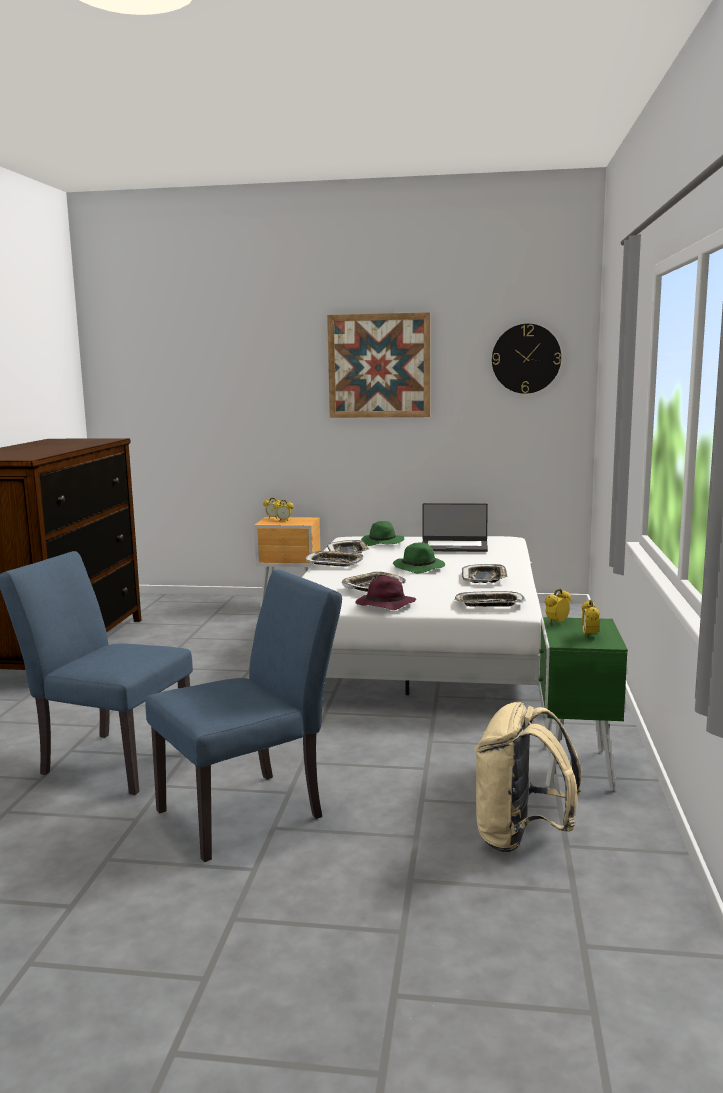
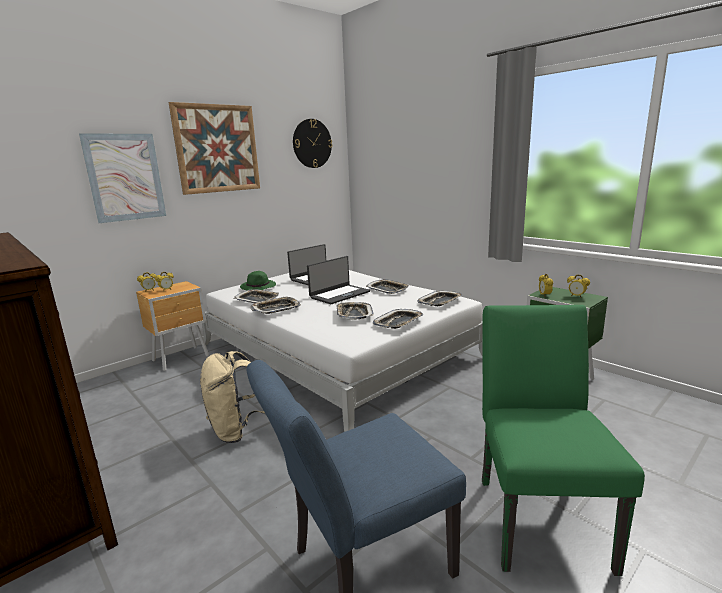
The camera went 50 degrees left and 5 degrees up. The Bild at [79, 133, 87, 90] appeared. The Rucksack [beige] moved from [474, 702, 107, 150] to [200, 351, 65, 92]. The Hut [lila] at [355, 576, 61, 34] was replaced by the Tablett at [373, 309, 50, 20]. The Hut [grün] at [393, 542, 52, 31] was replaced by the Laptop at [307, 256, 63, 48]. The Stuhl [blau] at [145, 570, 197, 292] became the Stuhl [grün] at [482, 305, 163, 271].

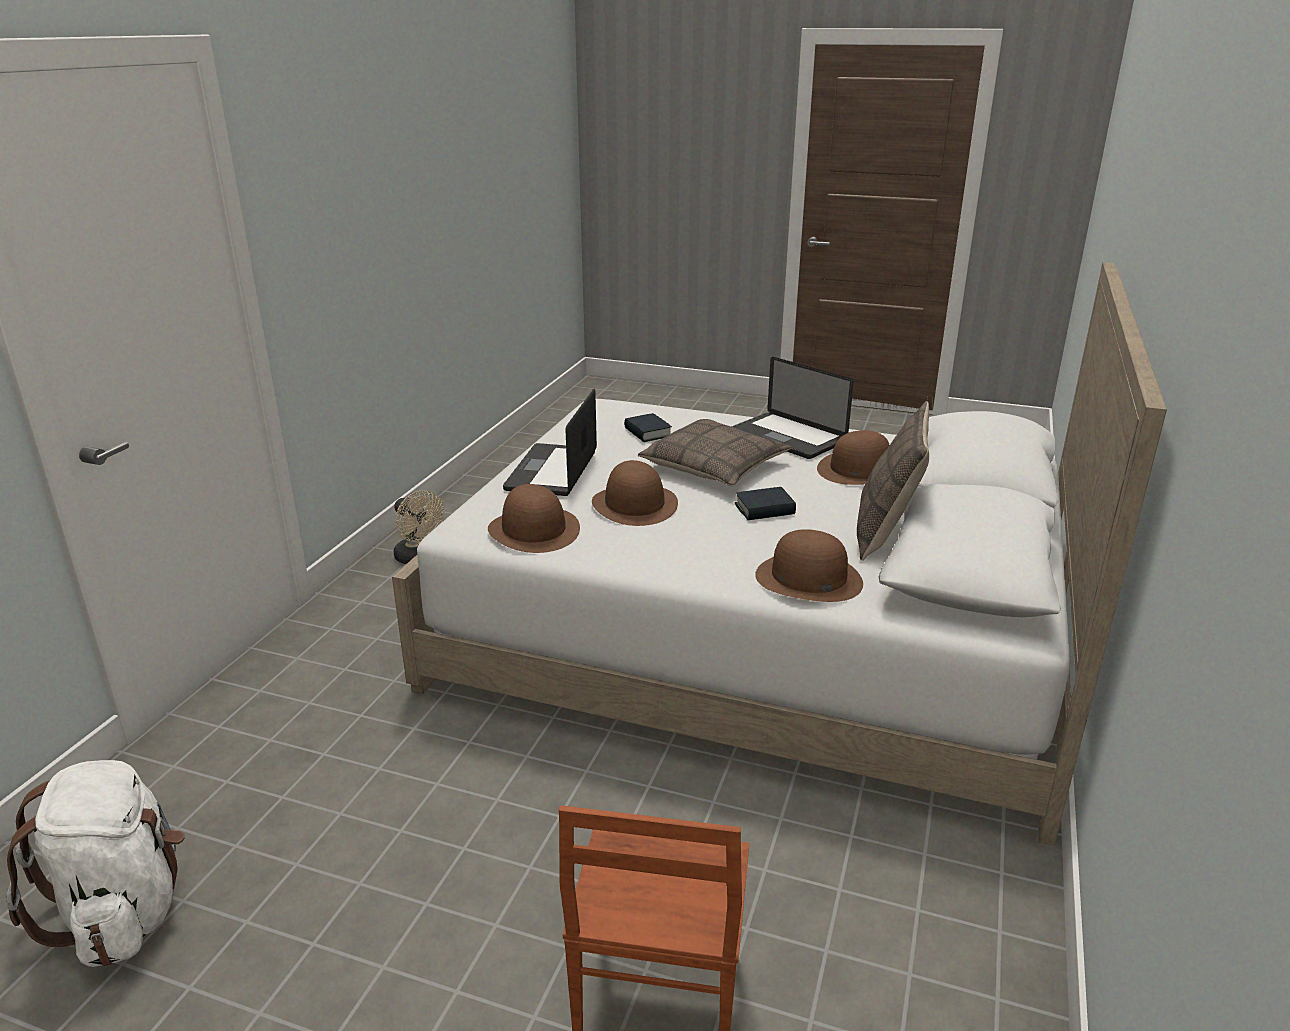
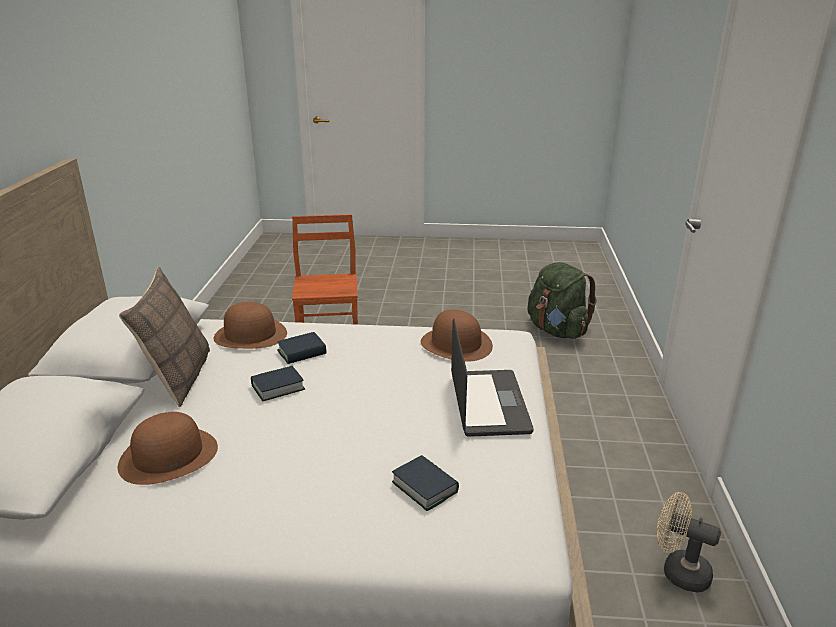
The camera went 165 degrees right and 0 degrees up. The Hut [braun] at [592, 460, 86, 66] disappeared. The Kissen at [638, 419, 153, 67] disappeared. The Laptop at [732, 357, 122, 102] disappeared. The Buch at [277, 332, 49, 32] appeared. The Rucksack [weiß] at [7, 760, 178, 207] became the Rucksack [grün] at [527, 262, 70, 77].

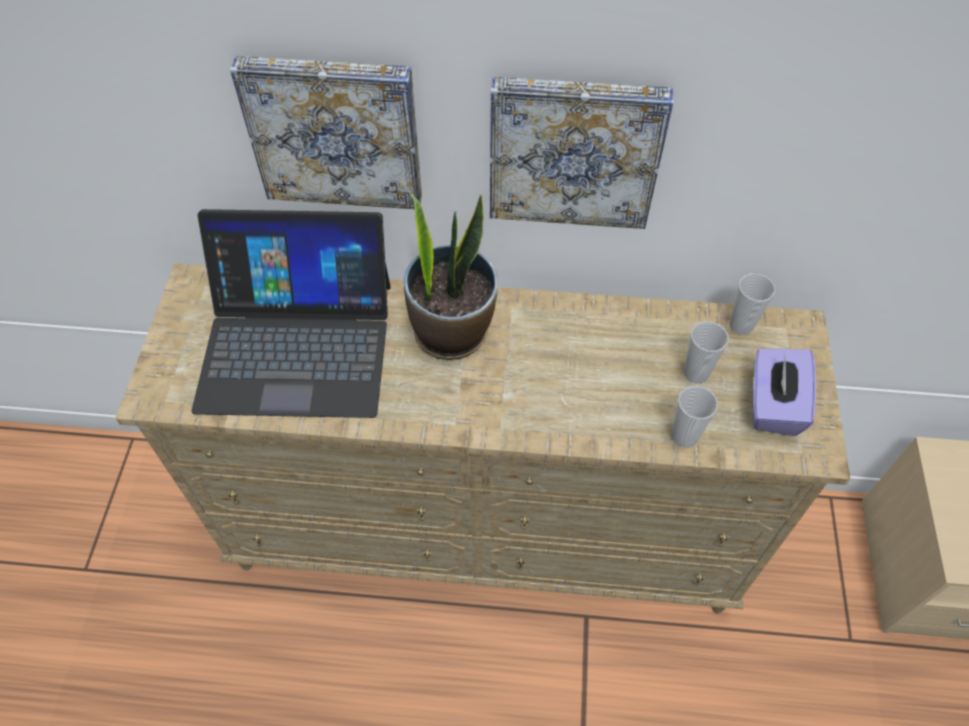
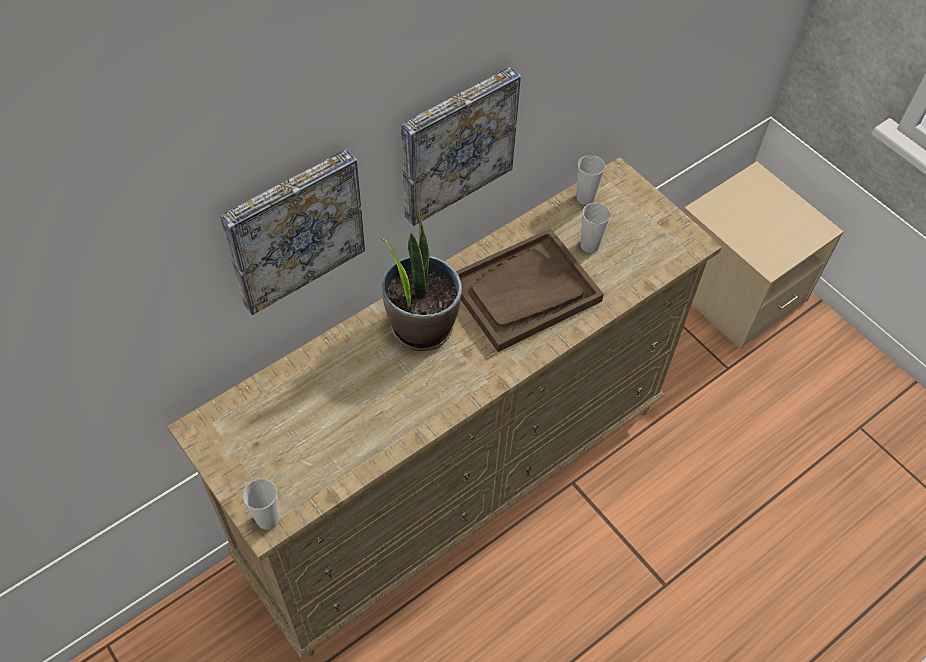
The camera went 45 degrees left and 0 degrees up. The Laptop at [192, 209, 199, 209] disappeared. The Taschentuchbox [lila] at [753, 349, 63, 87] disappeared. The Tablett [braun] at [456, 228, 148, 124] appeared. The Tasse moved from [671, 386, 47, 62] to [242, 479, 38, 51].

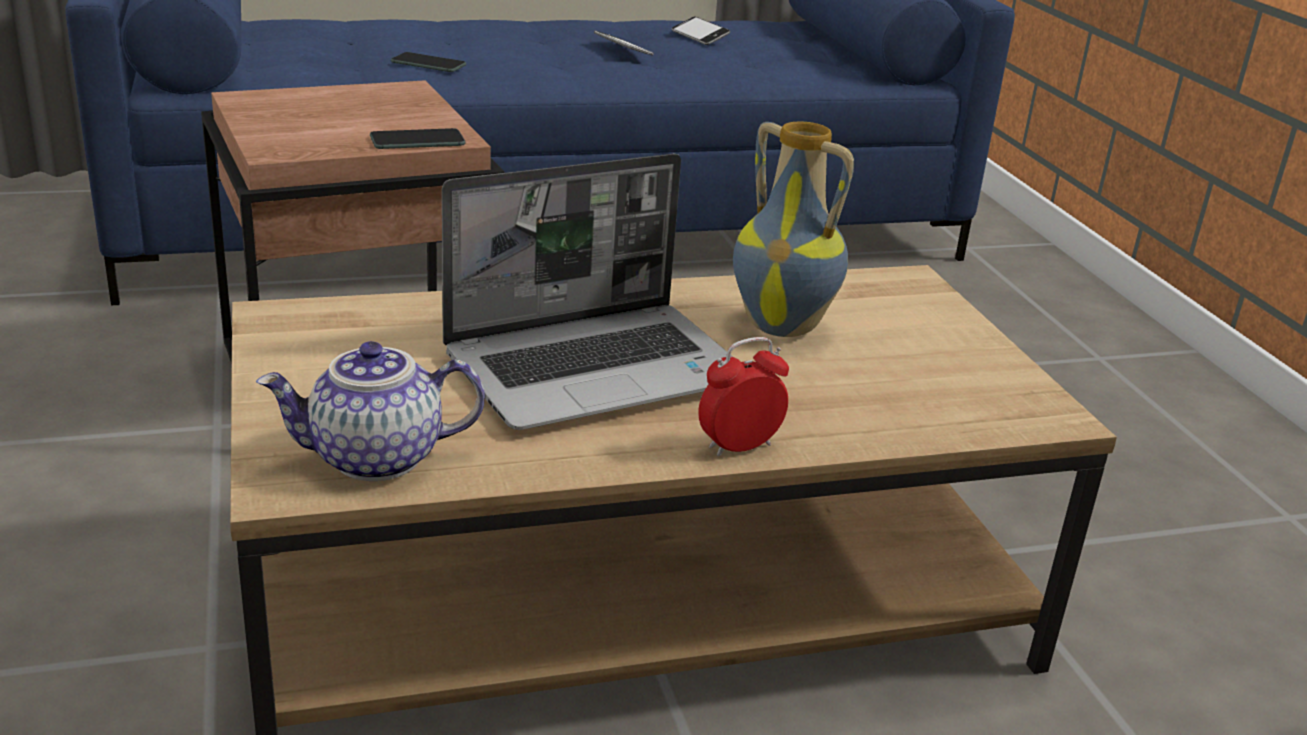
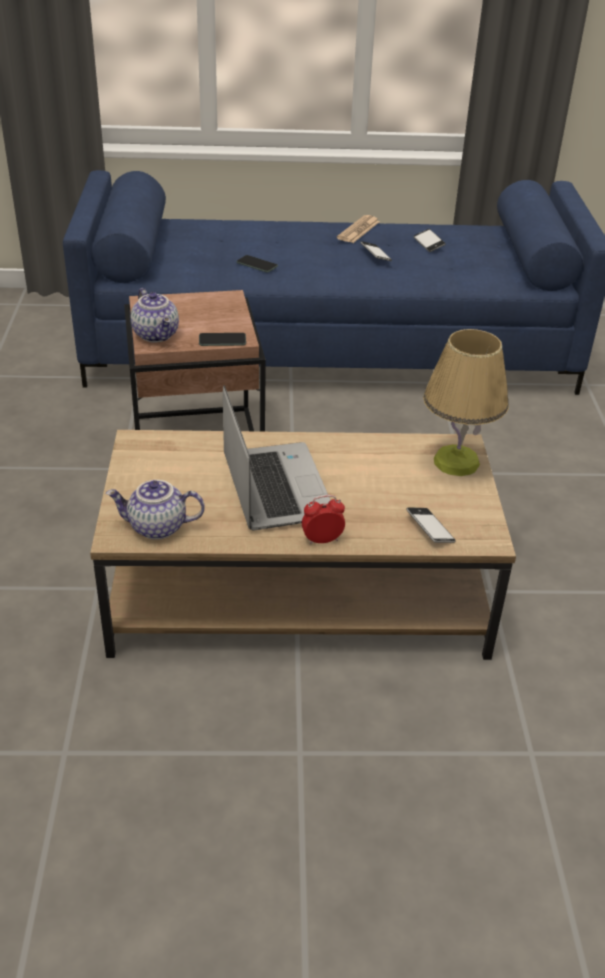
The camera went 15 degrees right and 10 degrees up. The Vase at [733, 121, 121, 216] disappeared. The Teekanne at [131, 288, 48, 55] appeared. The Zeitung at [337, 215, 43, 28] appeared. The Handy at [406, 507, 50, 36] appeared. The Tischlampe at [423, 329, 86, 147] appeared. The Laptop at [442, 154, 291, 276] turned 90 degrees counterclockwise.

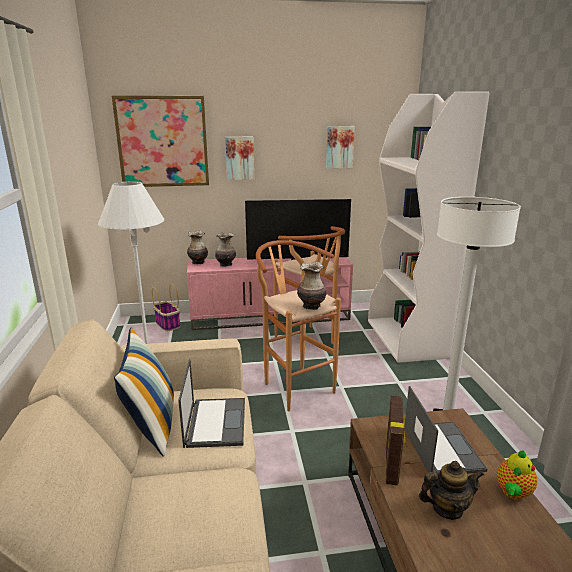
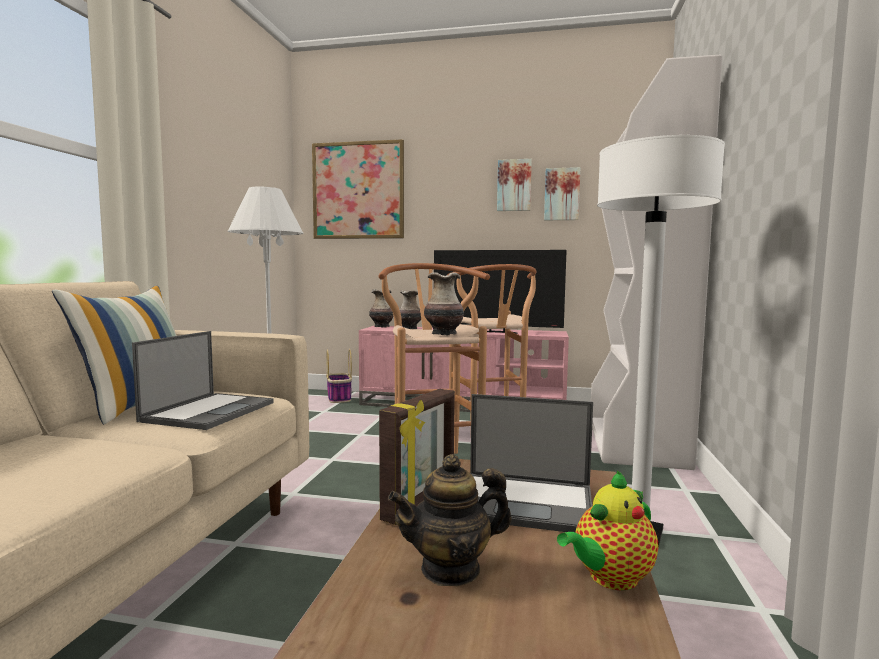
The camera went 20 degrees right and 15 degrees down. The Bild moved from [225, 137, 29, 43] to [497, 159, 35, 52]. The Laptop at [404, 386, 83, 89] turned 90 degrees clockwise. The Teekanne at [419, 461, 65, 59] turned 150 degrees clockwise.

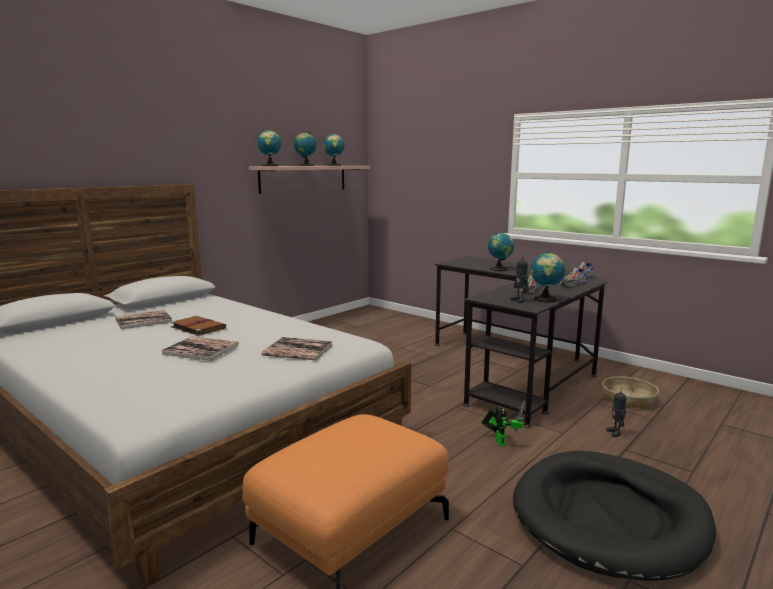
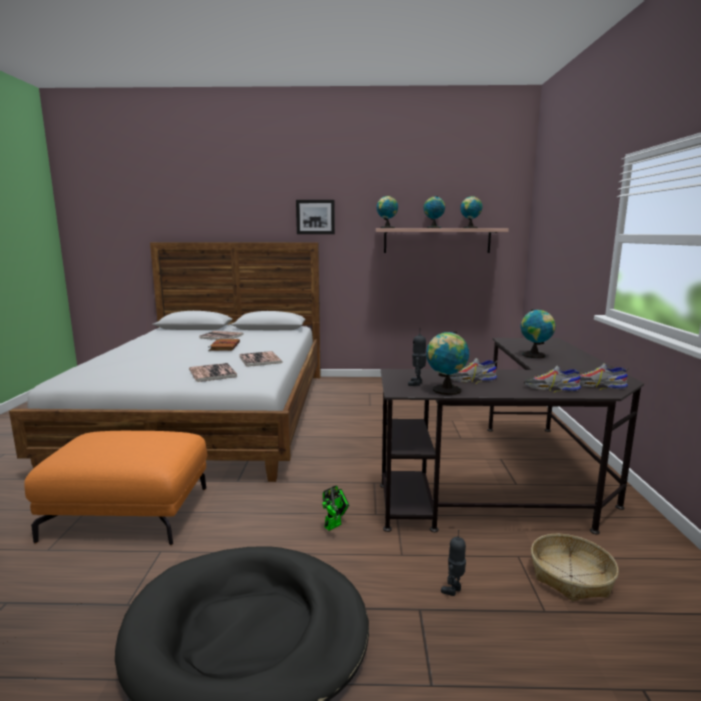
The camera went 50 degrees right and 0 degrees up. The Bild at [296, 200, 39, 34] appeared. The Buch moved from [161, 336, 78, 25] to [239, 351, 44, 16].

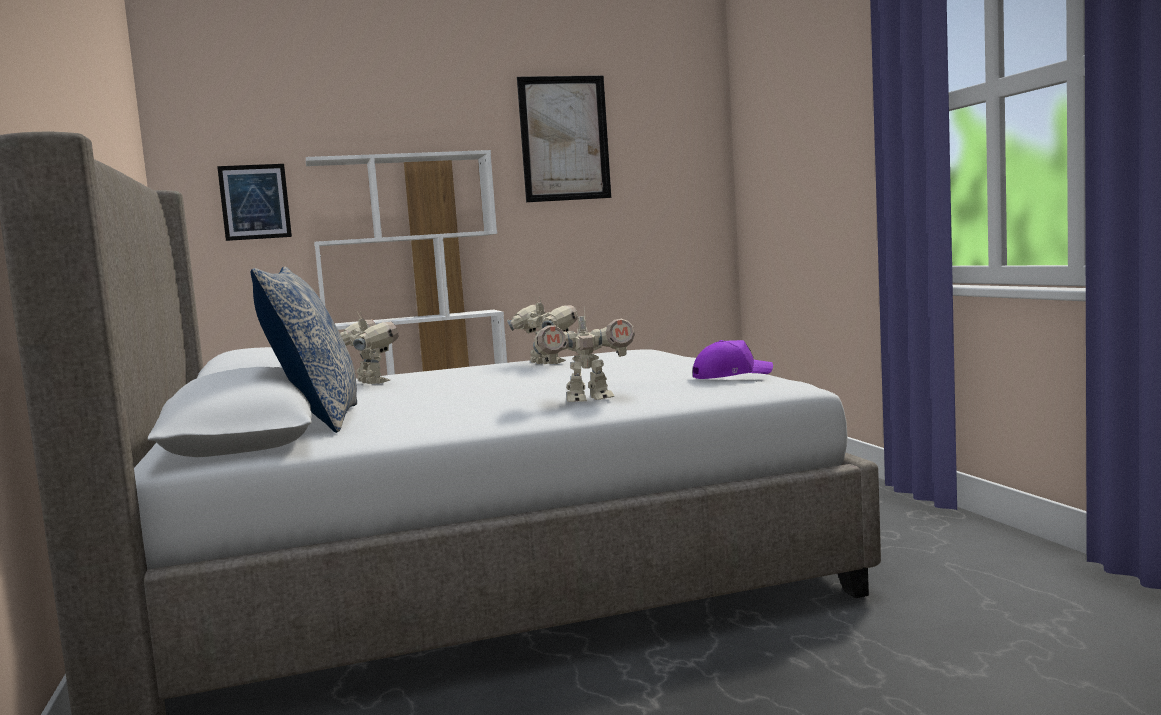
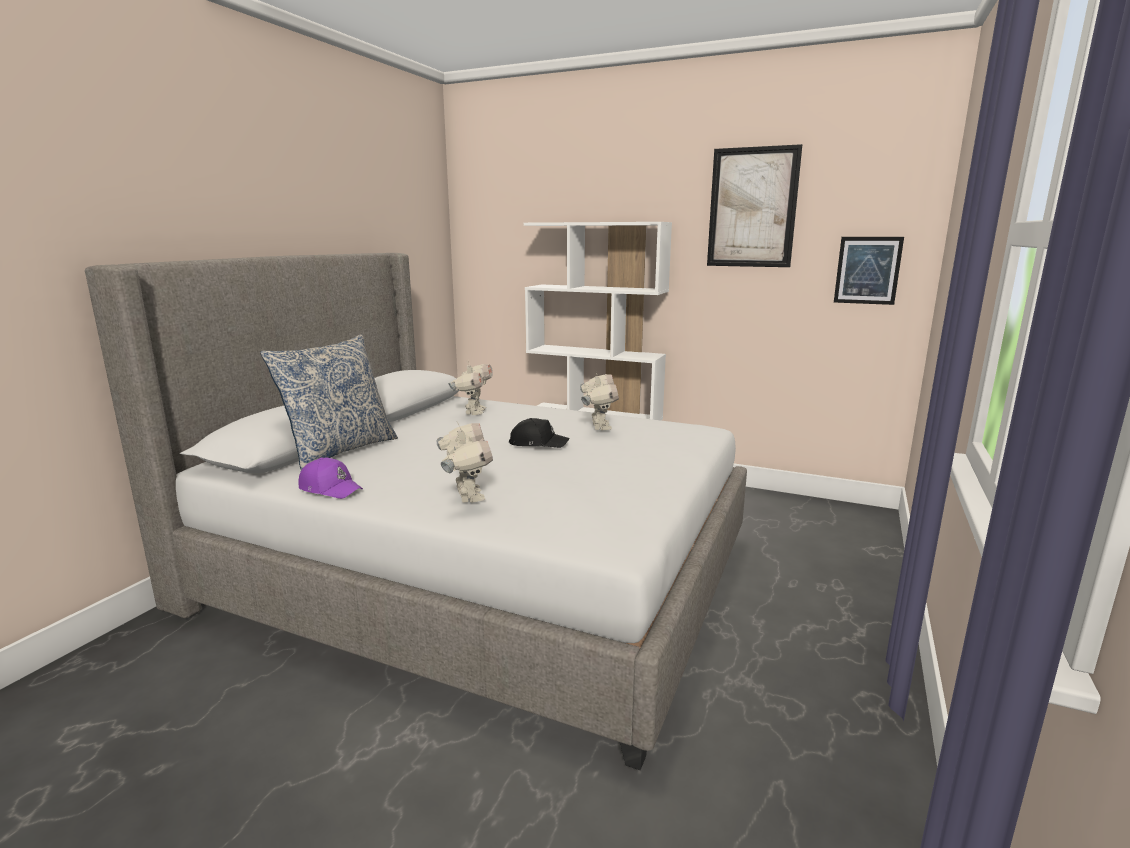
The camera went 40 degrees right and 10 degrees up. The Kappe [schwarz] at [509, 418, 60, 30] appeared. The Bild moved from [217, 164, 75, 77] to [834, 237, 70, 68]. The Kappe [lila] moved from [693, 340, 80, 39] to [298, 458, 65, 41]. The Spielzeugroboter at [533, 307, 102, 95] turned 135 degrees counterclockwise.

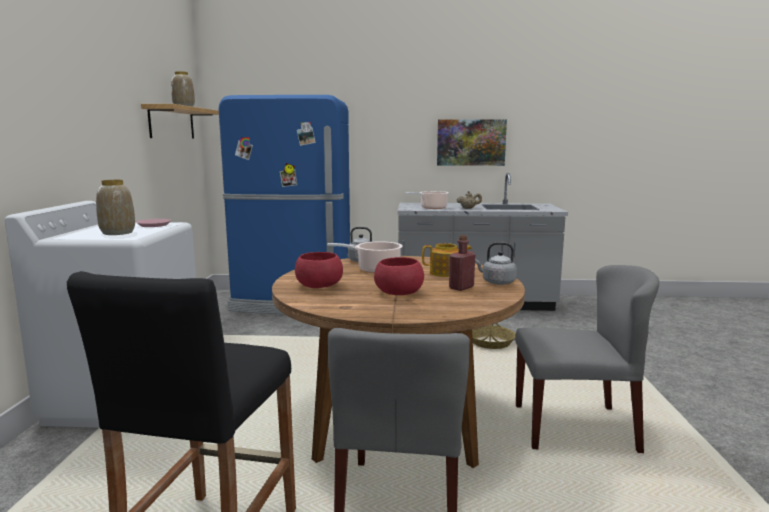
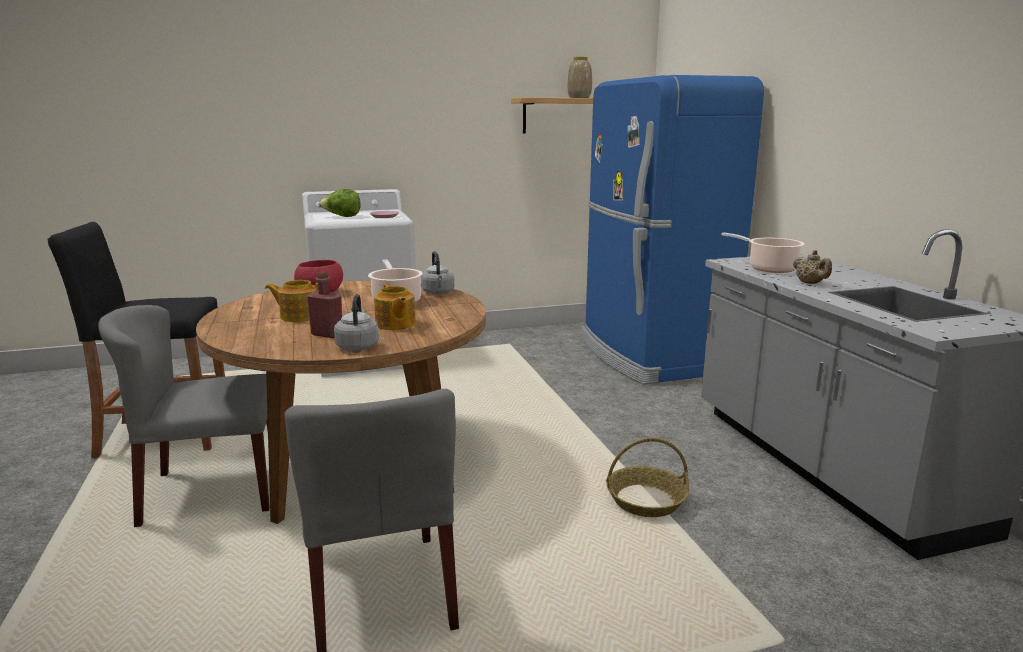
The camera went 70 degrees right and 5 degrees up. The Bild at [437, 119, 70, 47] disappeared. The Vase at [96, 180, 39, 55] was replaced by the Salatkopf at [319, 189, 41, 28]. The Schüssel [rot] at [374, 257, 50, 38] was replaced by the Teekanne at [265, 280, 53, 42].

